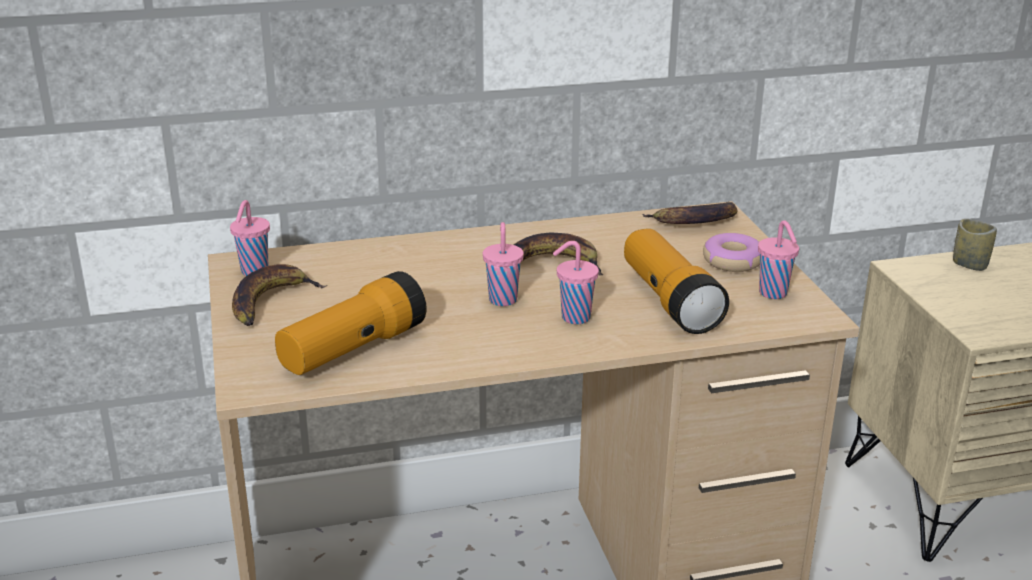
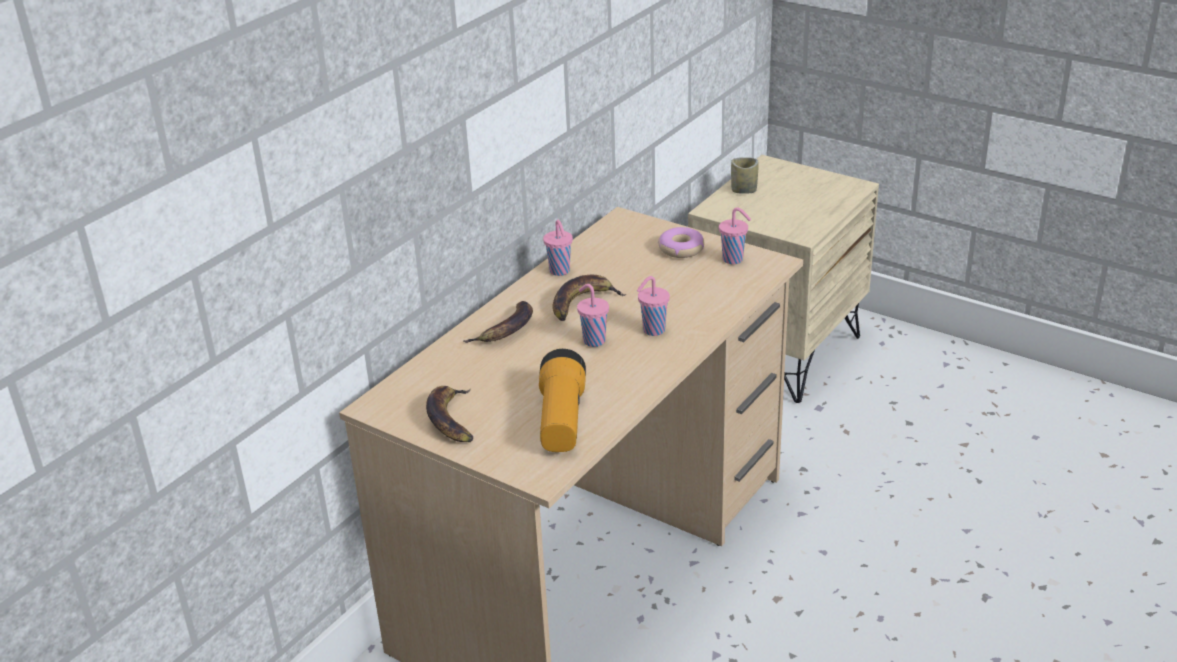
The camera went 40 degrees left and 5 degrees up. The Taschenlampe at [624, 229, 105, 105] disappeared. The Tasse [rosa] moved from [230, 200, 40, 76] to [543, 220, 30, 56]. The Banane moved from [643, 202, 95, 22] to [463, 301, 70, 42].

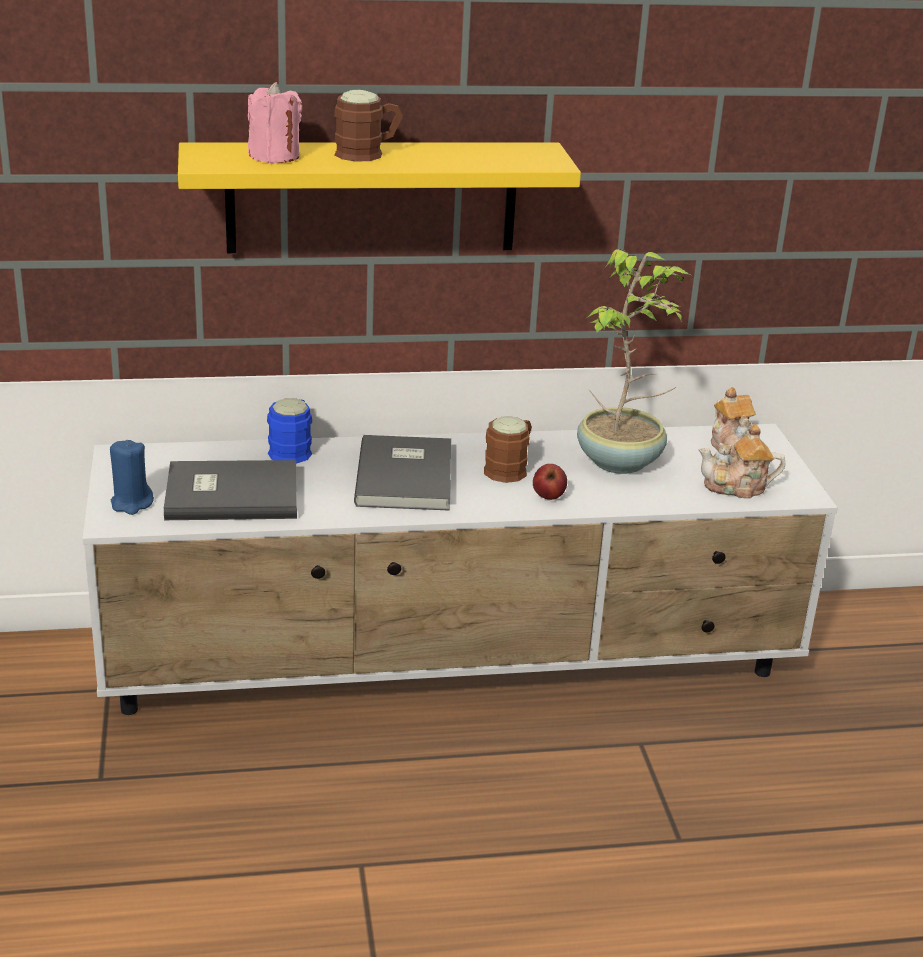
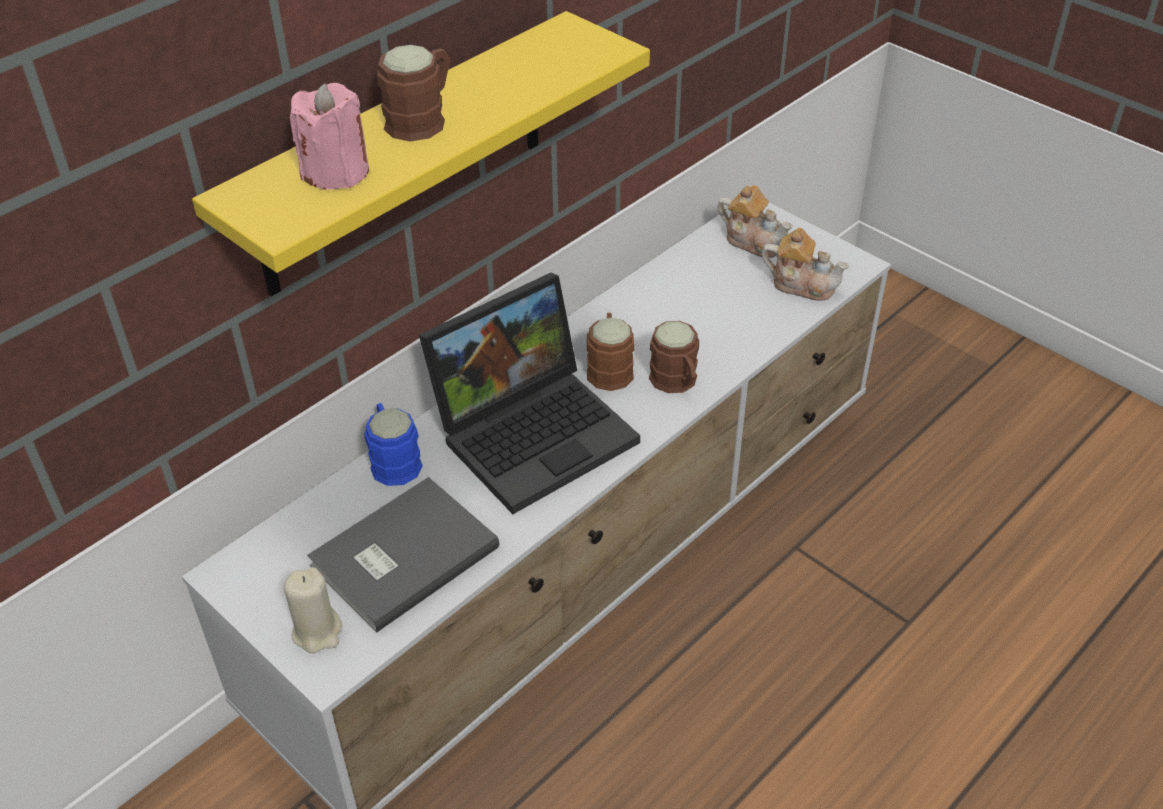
The camera went 35 degrees left and 15 degrees up. The Topfpflanze at [577, 249, 113, 225] disappeared. The Buch [grau] at [354, 435, 97, 76] was replaced by the Laptop at [419, 272, 221, 242]. The Apfel at [533, 464, 34, 36] was replaced by the Henkelbecher [braun] at [649, 321, 50, 72]. The Kerze [blau] at [110, 440, 44, 75] became the Kerze [beige] at [284, 567, 58, 86]. The Teekanne at [698, 424, 87, 75] turned 120 degrees counterclockwise.

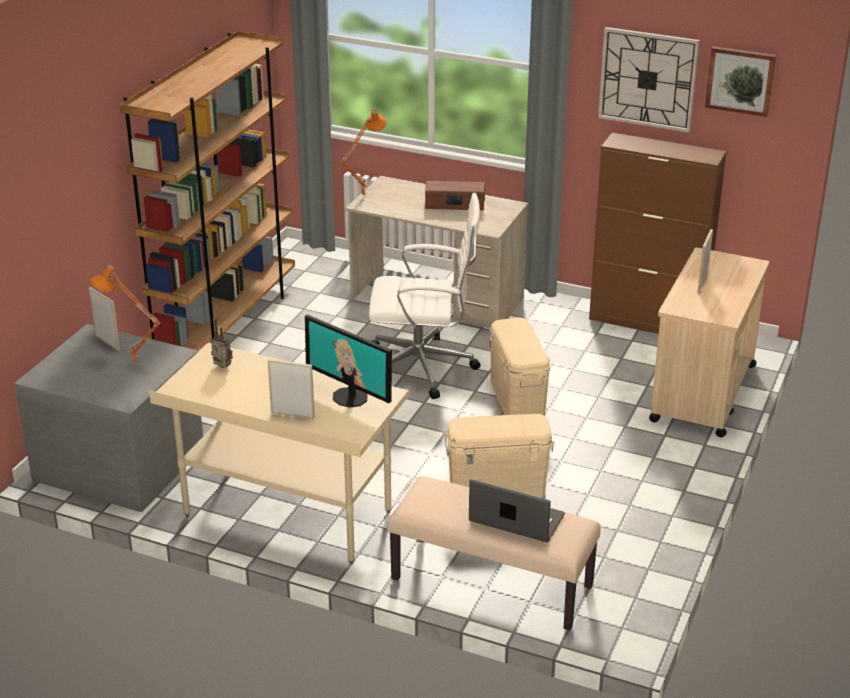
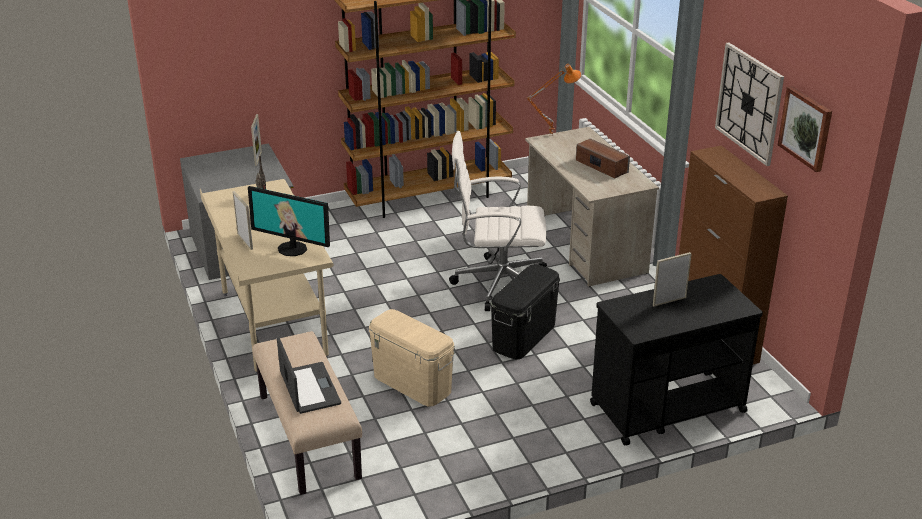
The camera went 45 degrees right and 0 degrees up. The Tischlampe [orange] at [90, 265, 71, 100] disappeared. The Aufbewahrungsbox [beige] at [490, 318, 60, 98] became the Aufbewahrungsbox [schwarz] at [490, 264, 70, 96]. The Rollwagen [beige] at [649, 247, 120, 190] became the Rollwagen [schwarz] at [590, 274, 173, 171]. The Monitor at [305, 314, 87, 94] turned 60 degrees counterclockwise. The Bürostuhl [weiß] at [369, 193, 112, 206] turned 135 degrees clockwise.

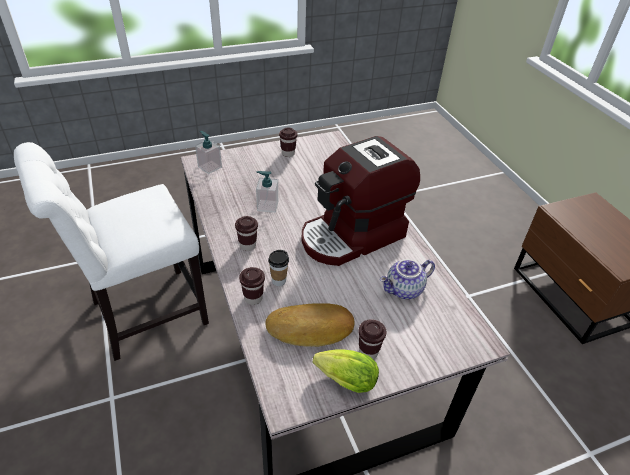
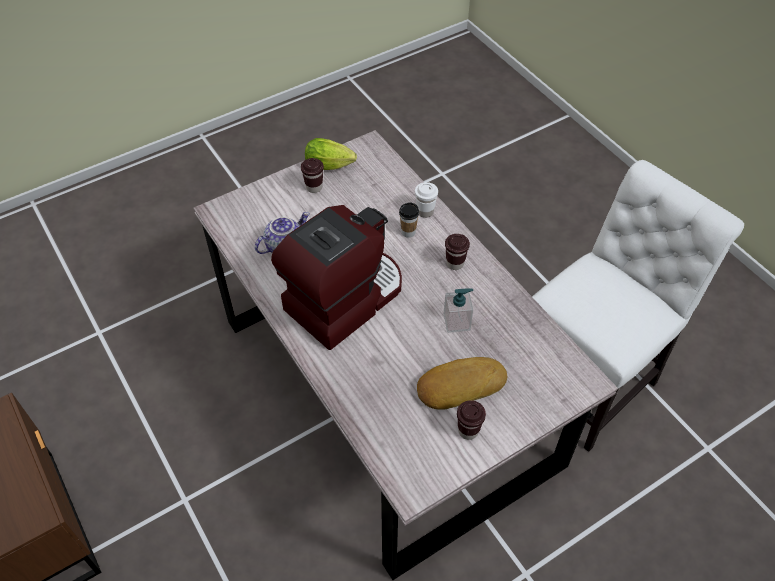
The camera went 170 degrees right and 10 degrees up. The Seifenspender at [195, 131, 27, 43] disappeared. The Brot moved from [265, 303, 90, 44] to [417, 357, 90, 52]. The Tasse [braun] at [239, 267, 26, 38] became the Tasse [weiß] at [415, 182, 23, 36].

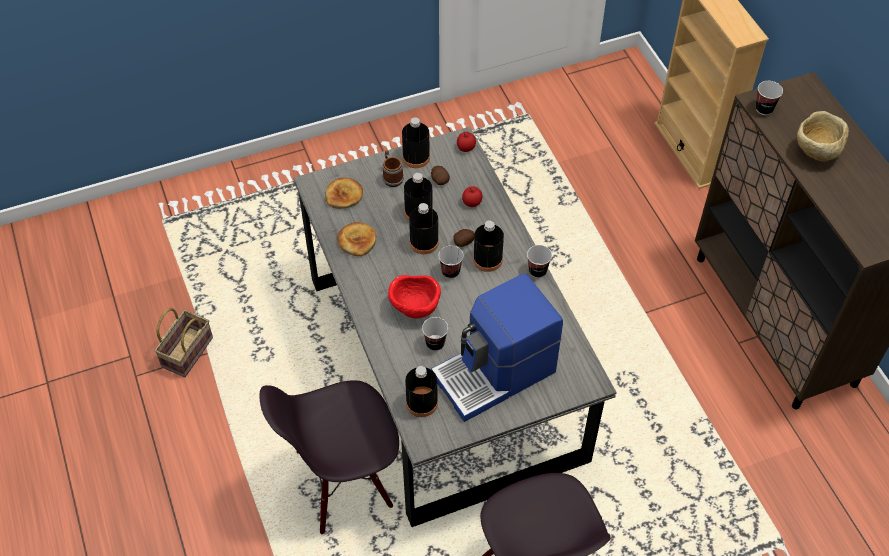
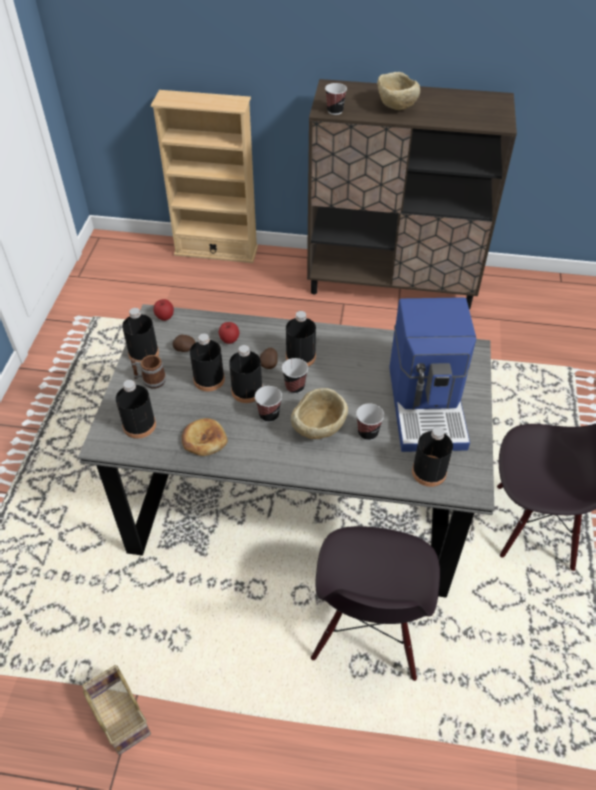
The camera went 60 degrees left and 5 degrees down. The Tasse moved from [527, 245, 25, 33] to [255, 386, 27, 36]. The Brot at [325, 178, 38, 31] was replaced by the Flasche [schwarz] at [116, 380, 40, 59]. The Schüssel [rot] at [388, 275, 53, 44] became the Schüssel [beige] at [291, 388, 57, 51].

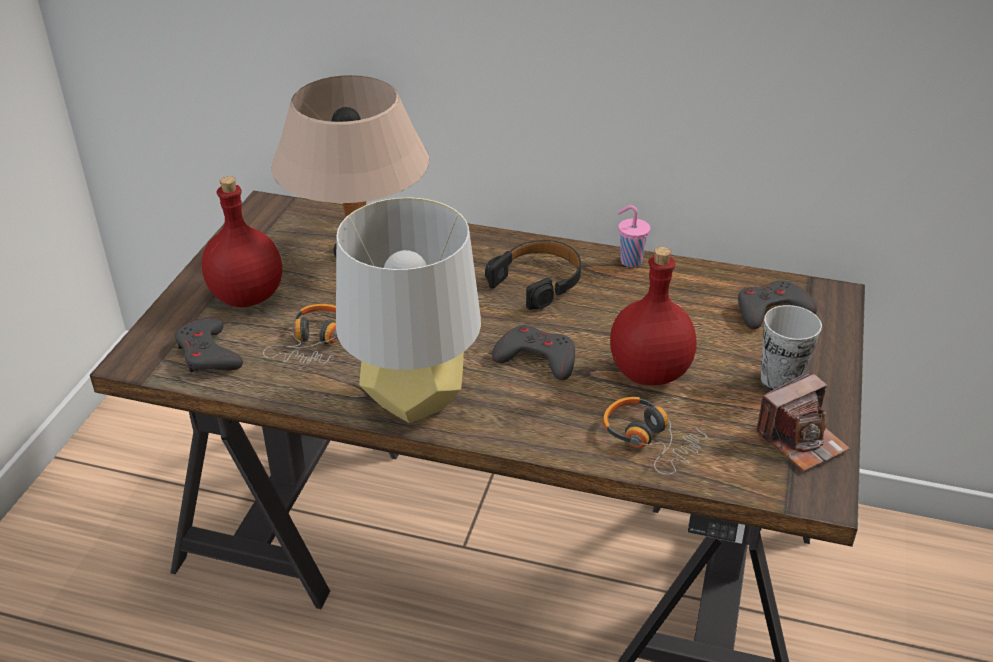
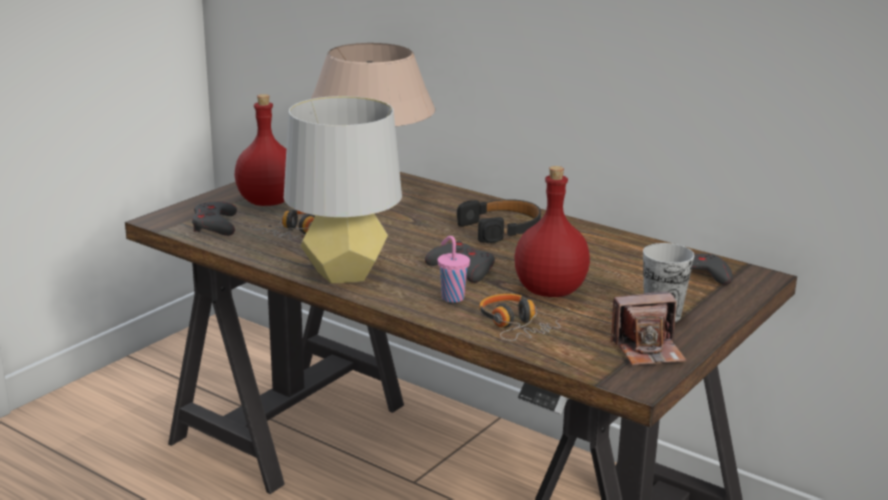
The camera went 20 degrees right and 15 degrees down. The Tasse [rosa] moved from [618, 205, 32, 62] to [438, 236, 32, 67].

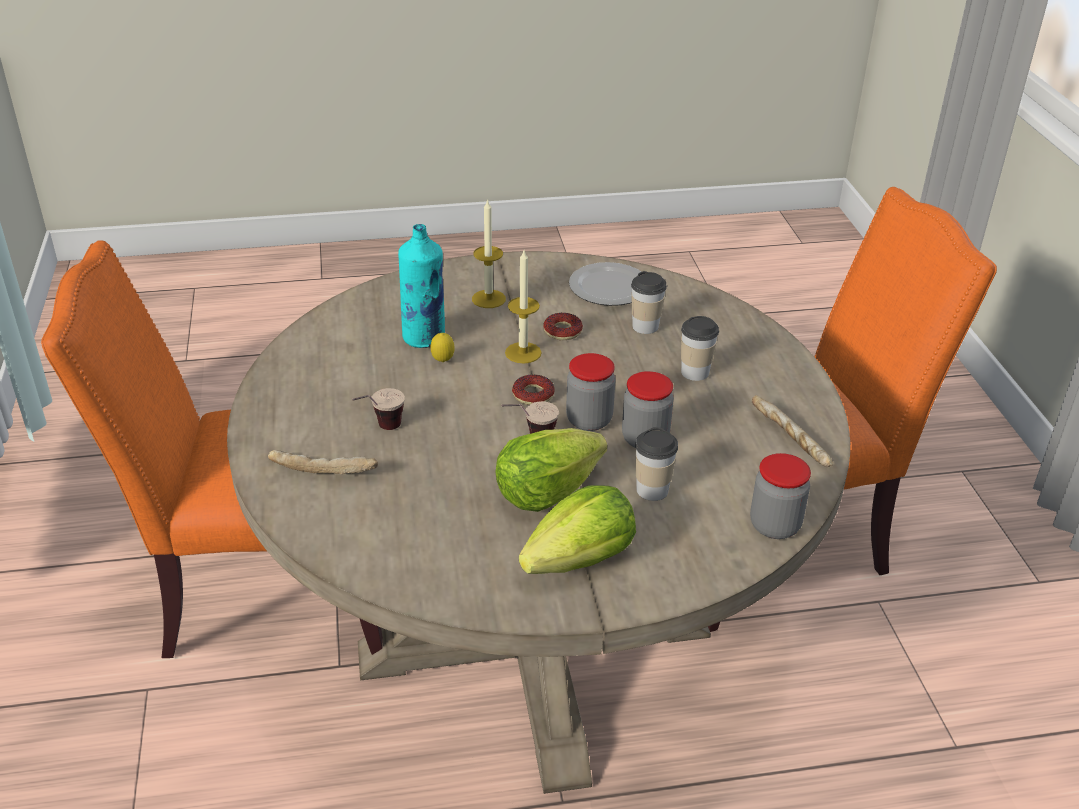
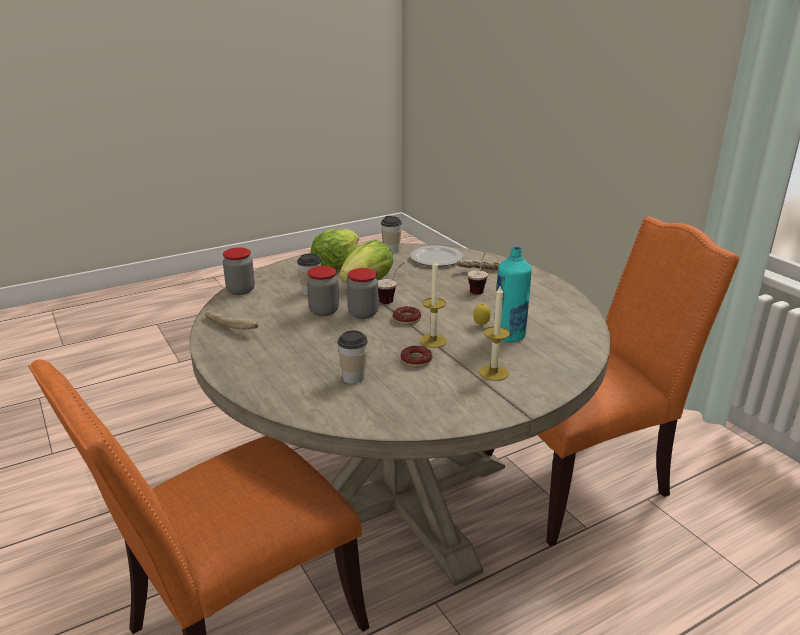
The camera went 160 degrees right and 10 degrees down. The Teller moved from [569, 262, 72, 44] to [410, 246, 53, 20]. The Tasse moved from [681, 316, 38, 65] to [381, 216, 21, 38].

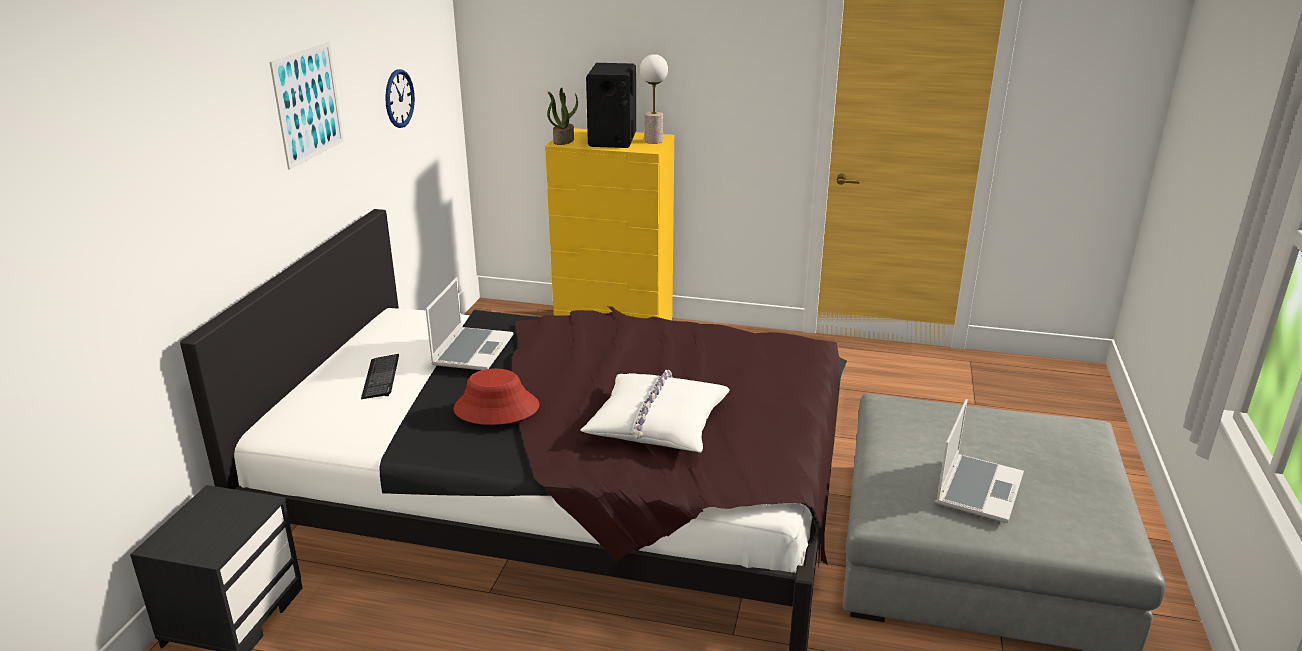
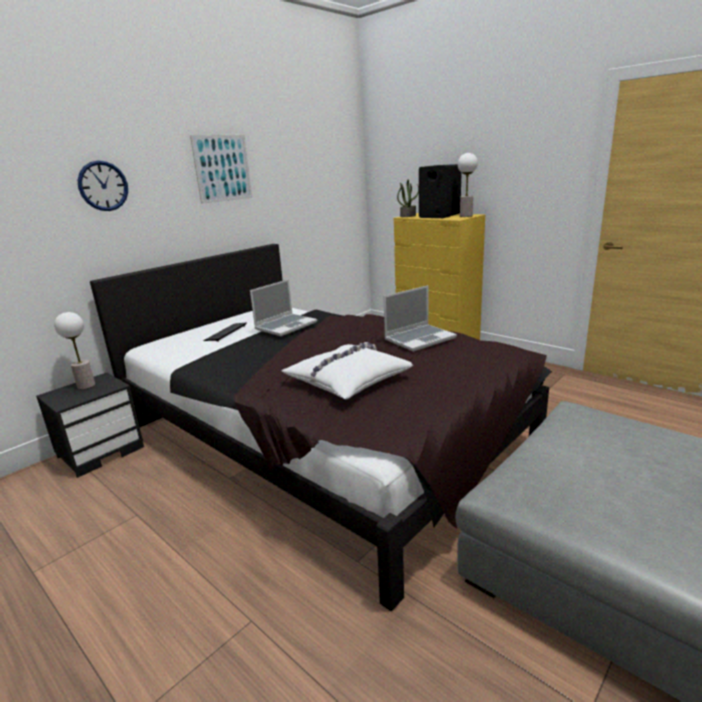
The camera went 30 degrees right and 5 degrees down. The Hut [rot] at [454, 369, 86, 56] disappeared. The Tischlampe at [54, 312, 41, 77] appeared. The Wanduhr moved from [385, 69, 30, 59] to [78, 160, 50, 51]. The Laptop moved from [936, 399, 88, 124] to [384, 285, 73, 67].

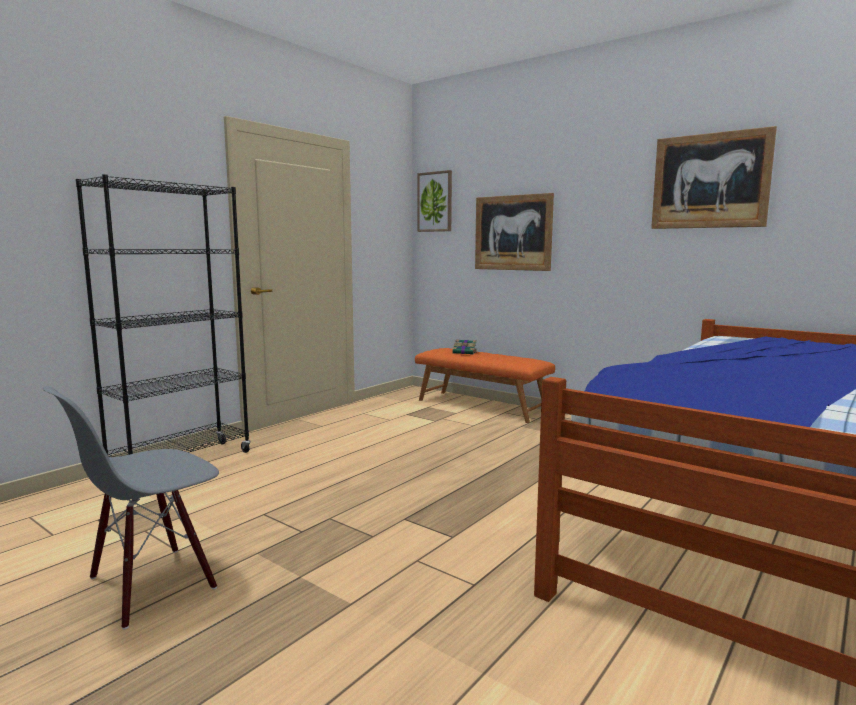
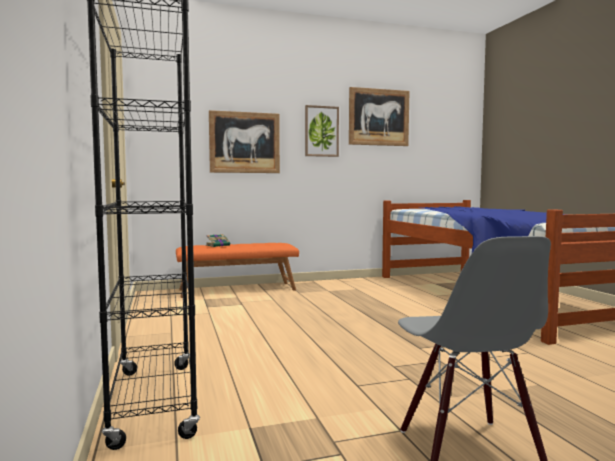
The camera went 55 degrees left and 5 degrees down. The Bild moved from [417, 170, 35, 62] to [305, 105, 34, 52].

